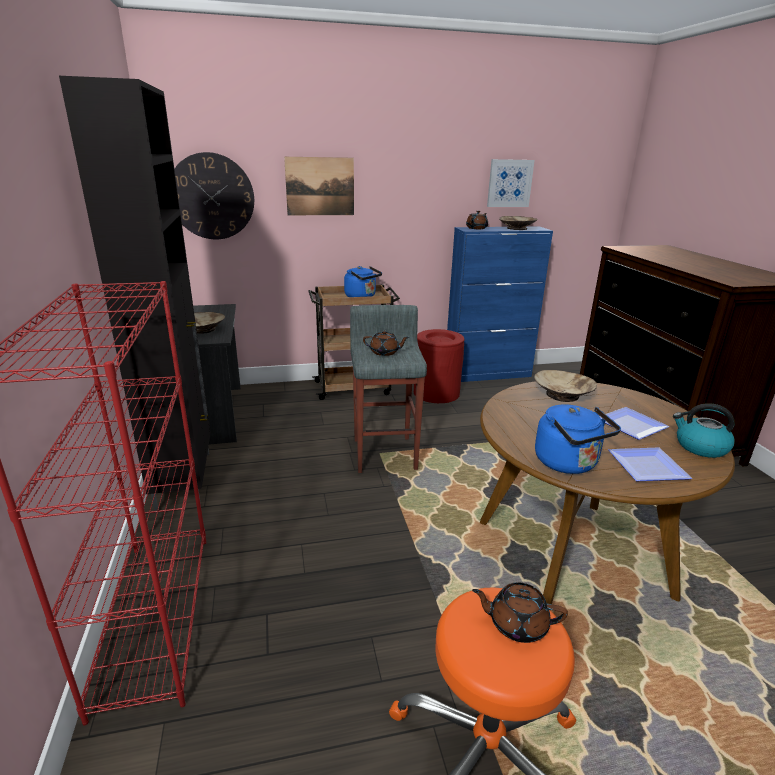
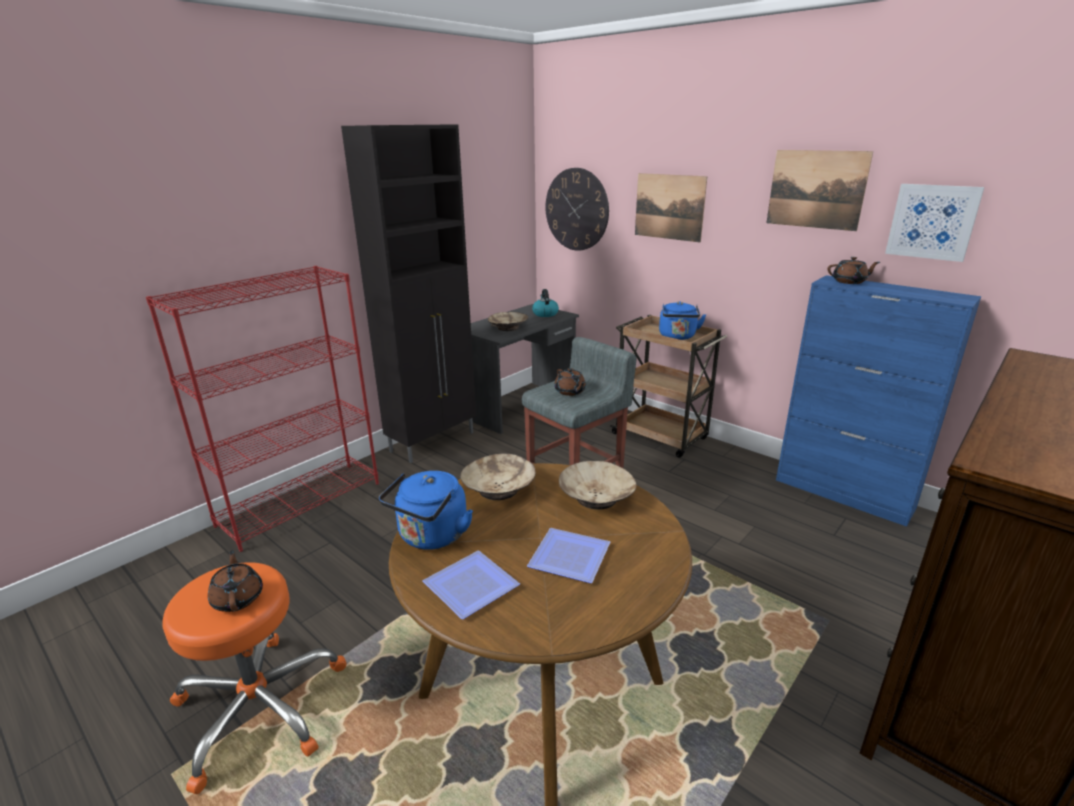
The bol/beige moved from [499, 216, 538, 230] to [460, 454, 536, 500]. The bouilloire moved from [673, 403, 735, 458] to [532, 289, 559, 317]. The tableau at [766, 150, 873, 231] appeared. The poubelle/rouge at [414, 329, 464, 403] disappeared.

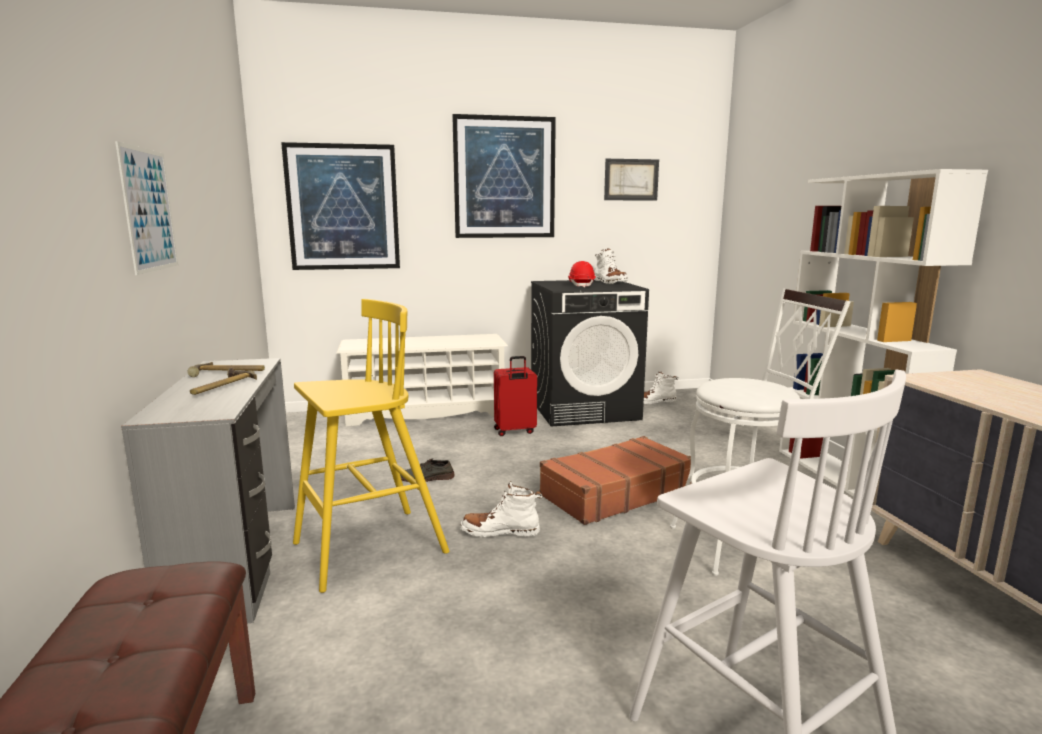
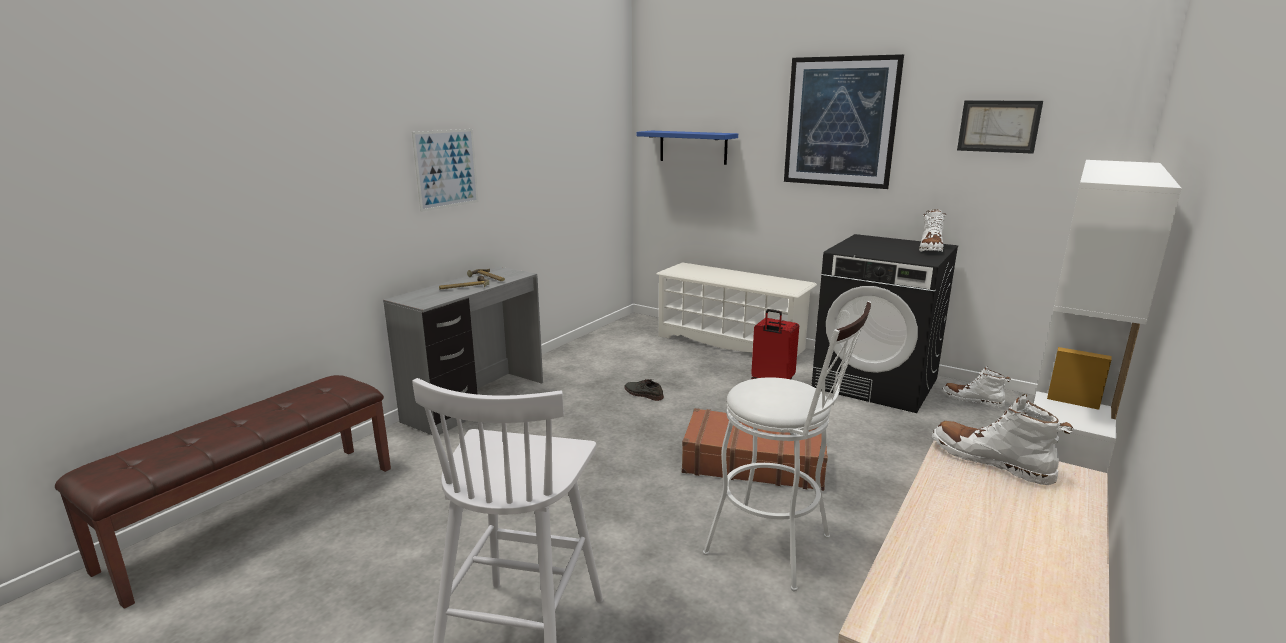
The tableau at [281, 142, 400, 270] was replaced by the étagère/bleu at [637, 131, 738, 165]. The botte/blanc moved from [460, 481, 543, 537] to [932, 394, 1074, 485]. The tabouret/jaune at [293, 299, 449, 593] disappeared. The casque de chantier/rouge at [568, 261, 596, 288] disappeared.

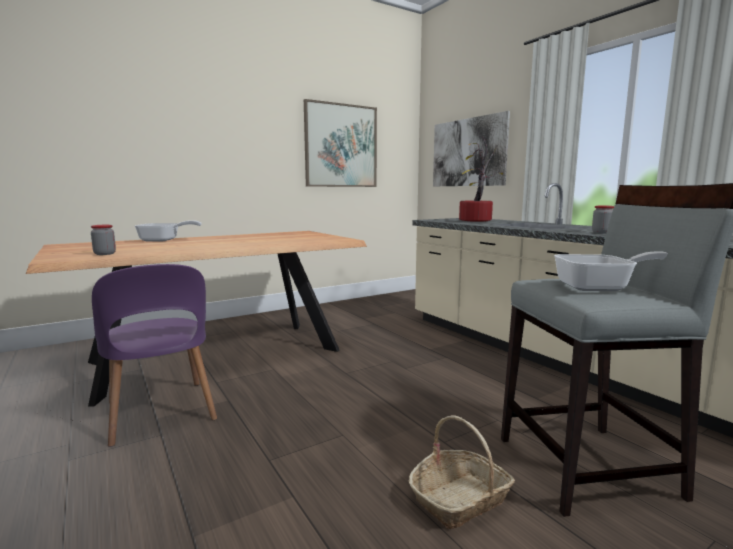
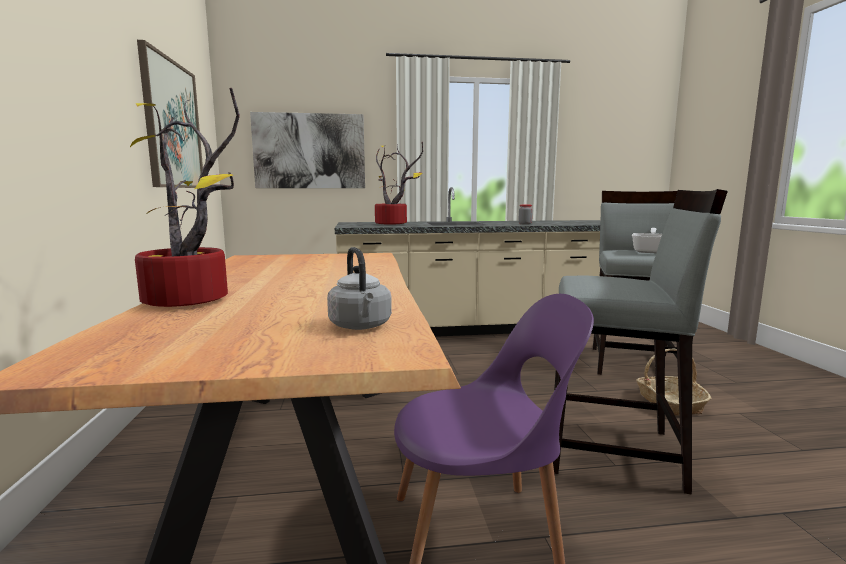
The poêle at [134, 220, 202, 241] was replaced by the plante en pot at [130, 88, 240, 307]. The bocal at [91, 225, 116, 255] was replaced by the bouilloire/gris at [327, 247, 392, 330]. The tabouret/gris at [553, 189, 728, 494] appeared.

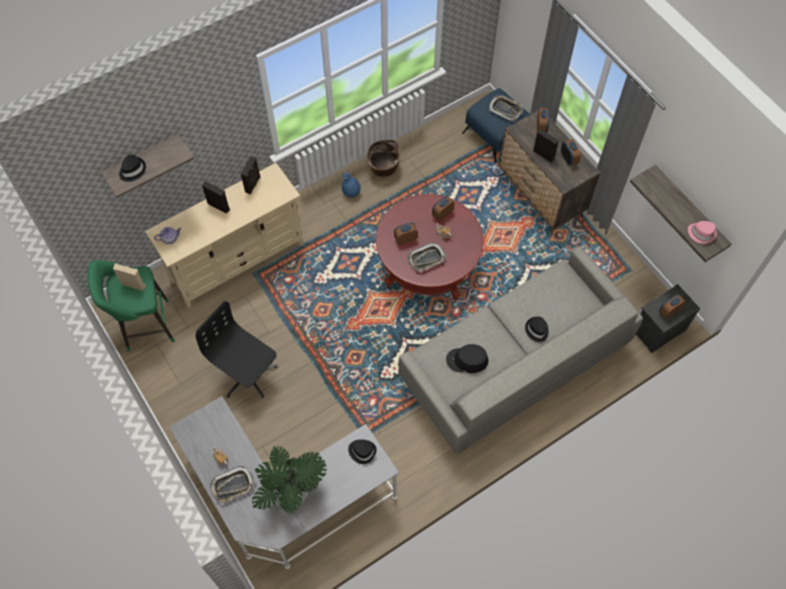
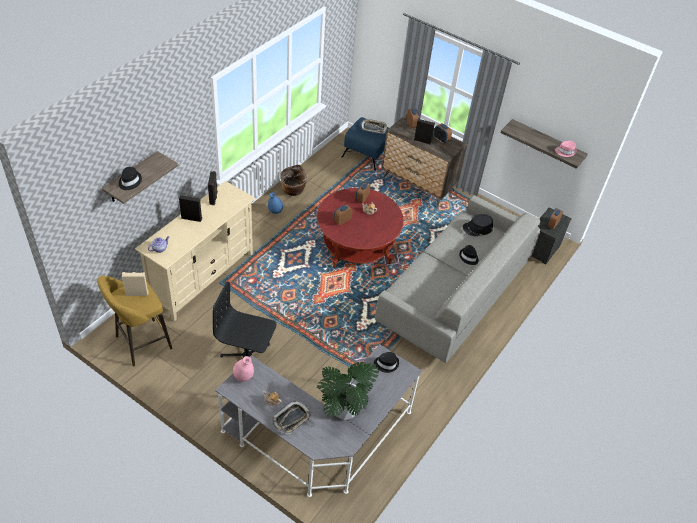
The tabouret/vert at [88, 260, 175, 351] became the tabouret/jaune at [97, 276, 173, 366]. The vase/rose at [233, 356, 254, 382] appeared. The chapeau/noir moved from [446, 344, 488, 373] to [463, 214, 493, 236]. The plateau at [408, 242, 446, 272] disappeared.

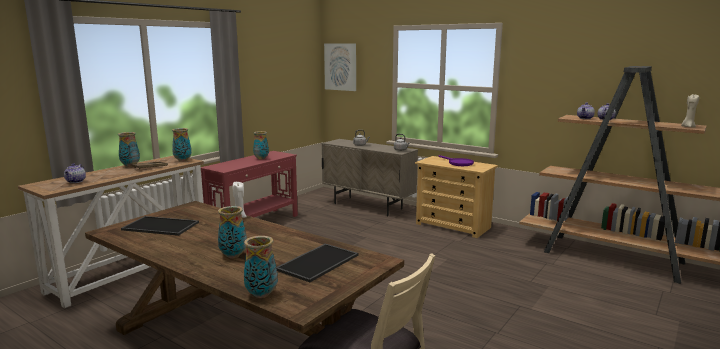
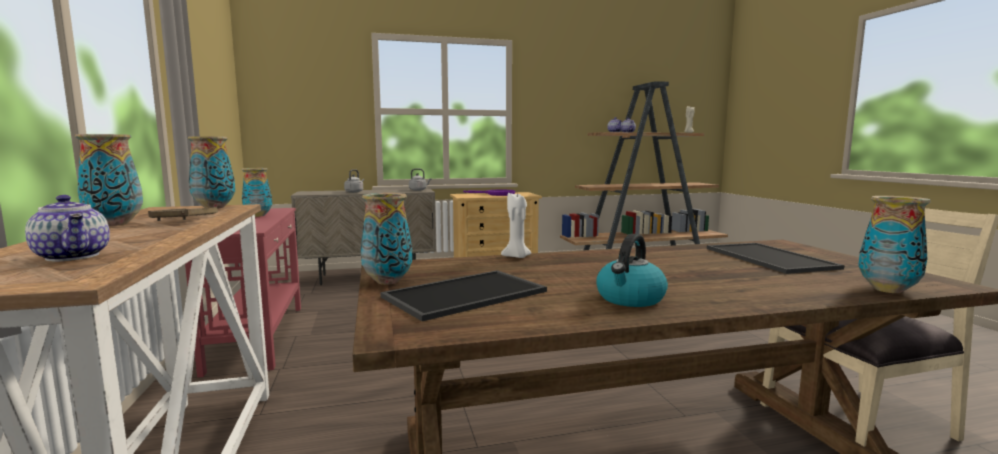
The vase moved from [218, 206, 247, 258] to [361, 193, 412, 285]. The bouilloire at [596, 234, 668, 307] appeared. The tableau at [324, 43, 356, 91] disappeared.

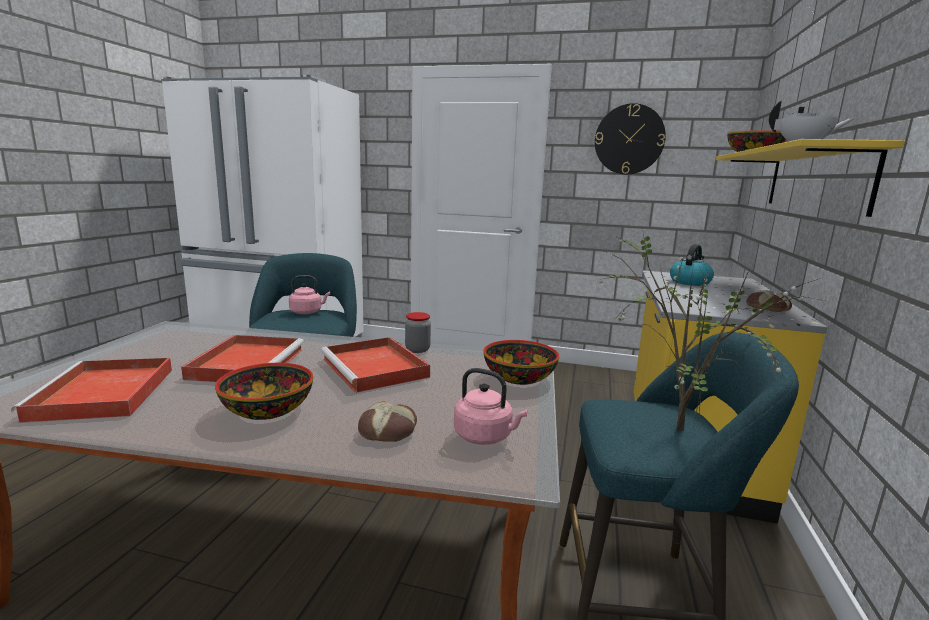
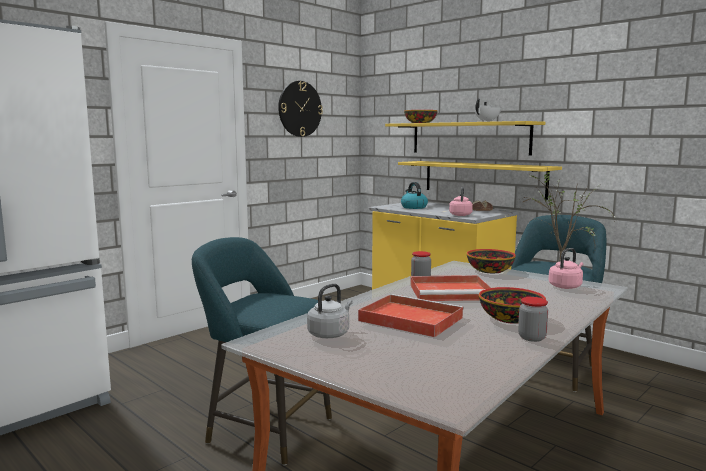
The bouilloire/gris at [307, 284, 353, 338] appeared. The étagère/jaune at [398, 161, 562, 200] appeared. The bouilloire/rose moved from [289, 275, 330, 314] to [449, 187, 473, 216]. The bocal at [518, 297, 548, 342] appeared. The plateau/rouge at [11, 358, 172, 423] disappeared. The pain at [358, 401, 417, 442] disappeared.

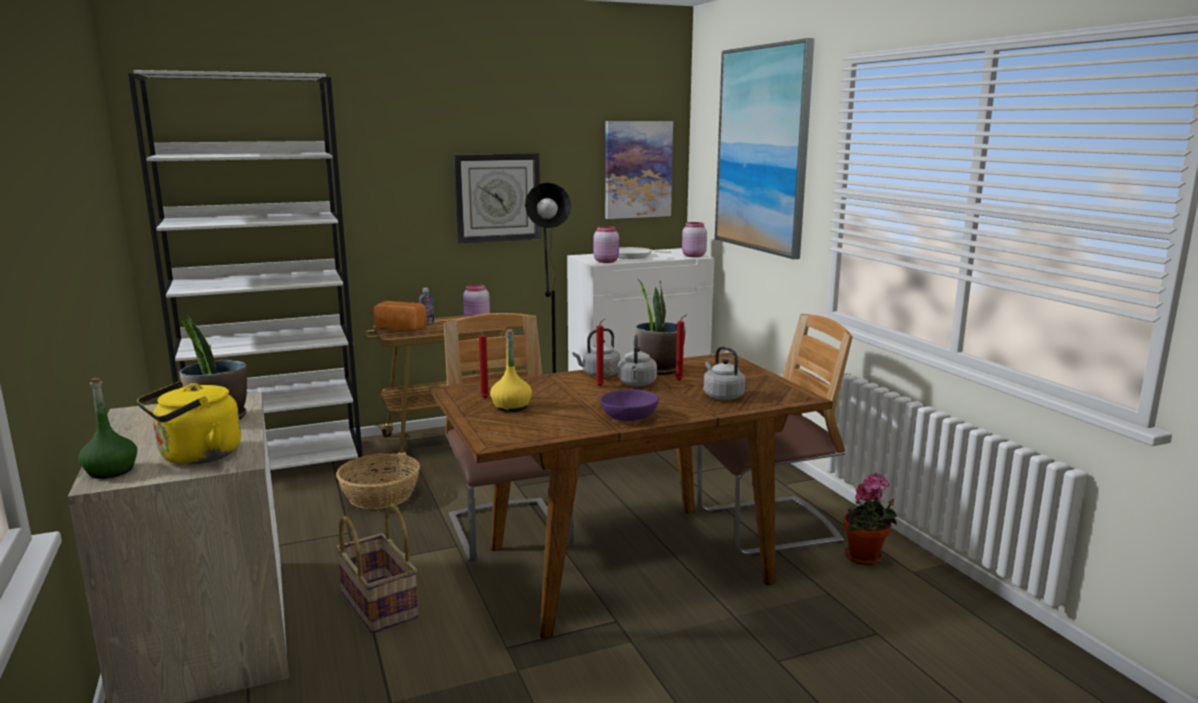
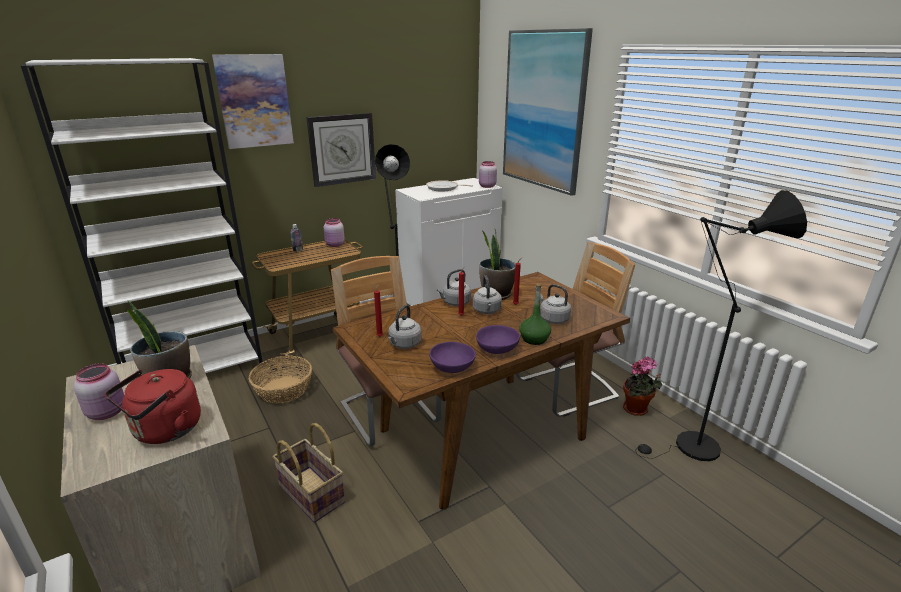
The bocal/rose moved from [594, 226, 619, 263] to [74, 363, 125, 420]. The bouilloire/jaune at [137, 381, 241, 465] became the bouilloire/rouge at [105, 369, 201, 444]. The tableau moved from [605, 121, 673, 219] to [212, 54, 294, 149]. The bouteille/jaune at [490, 329, 532, 412] was replaced by the bouilloire/gris at [388, 305, 422, 349]. The bol/violet at [429, 342, 476, 373] appeared. The bouteille/vert moved from [78, 378, 137, 479] to [519, 284, 551, 345]. The lampadaire/noir at [635, 190, 807, 461] appeared. The pain at [373, 301, 427, 330] disappeared.

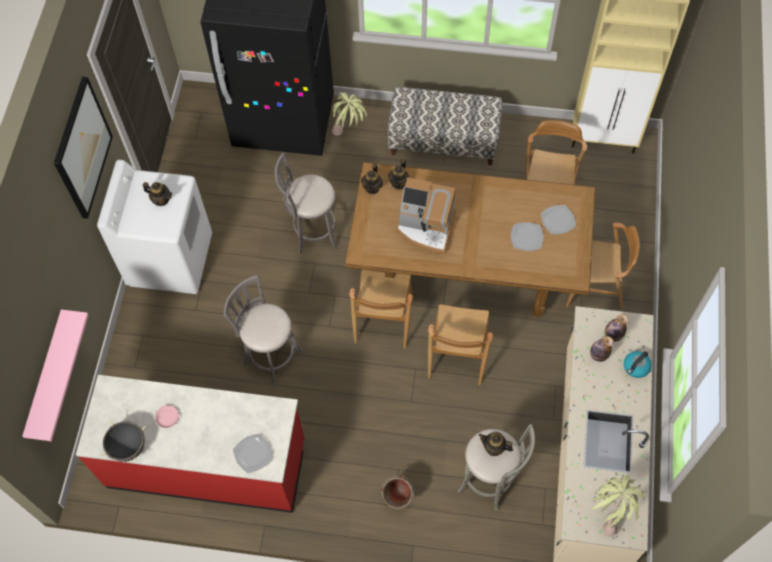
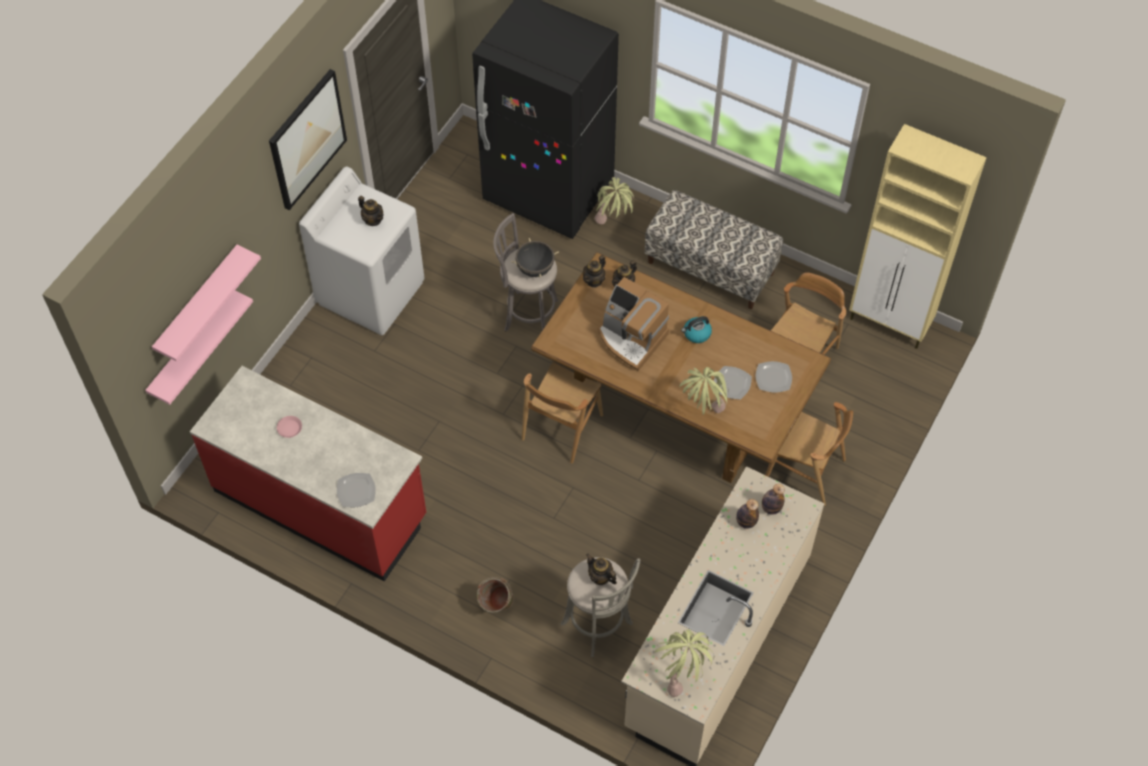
The étagère/rose at [152, 245, 261, 362] appeared. The marmite/noir moved from [101, 421, 146, 462] to [511, 238, 559, 278]. The plante en pot at [680, 367, 729, 415] appeared. The bouilloire moved from [624, 351, 652, 378] to [681, 316, 712, 343]. The tabouret/gris at [223, 275, 303, 386] disappeared. The chaise/marron at [428, 304, 493, 386] disappeared.

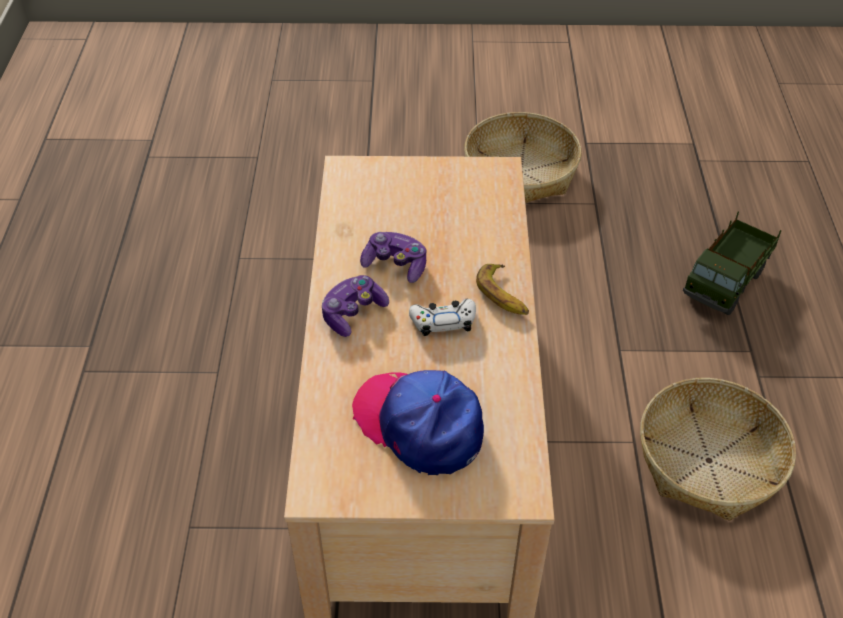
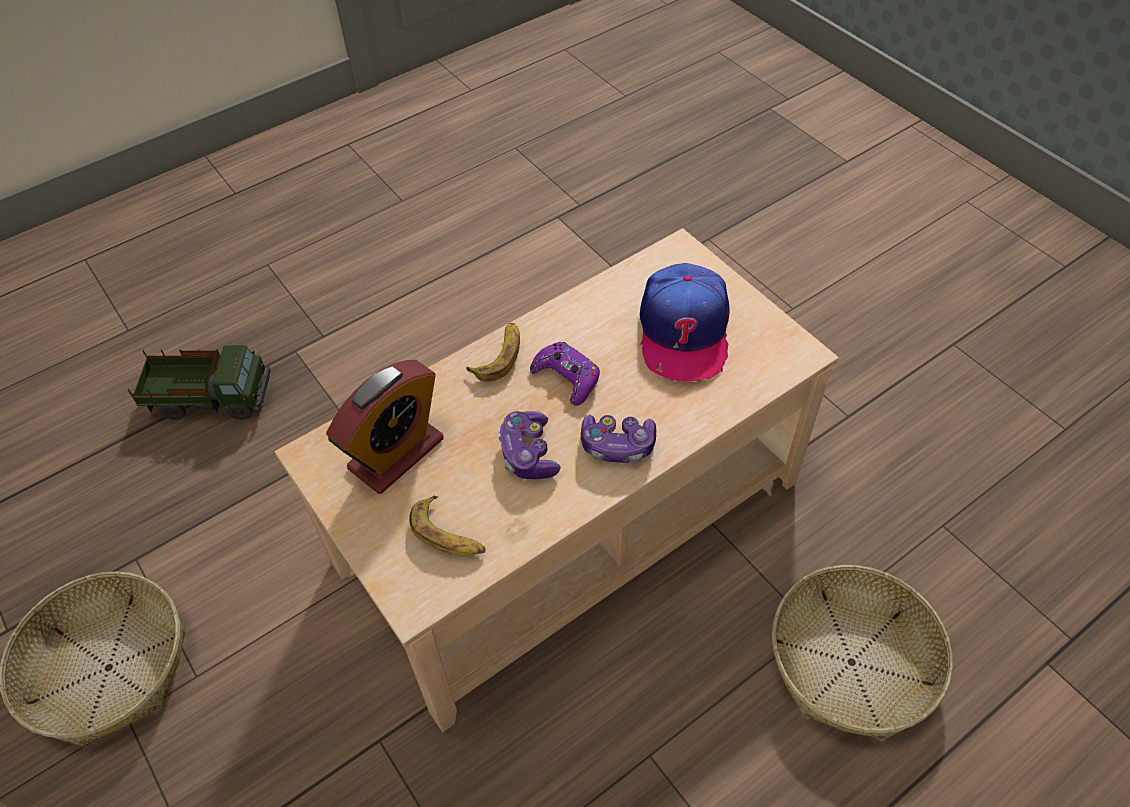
The réveil at [326, 360, 444, 494] appeared. The banane at [409, 496, 485, 556] appeared. The manette/blanc at [409, 299, 476, 336] became the manette/violet at [530, 342, 600, 406]. The panier moved from [640, 378, 796, 521] to [772, 565, 952, 740].

